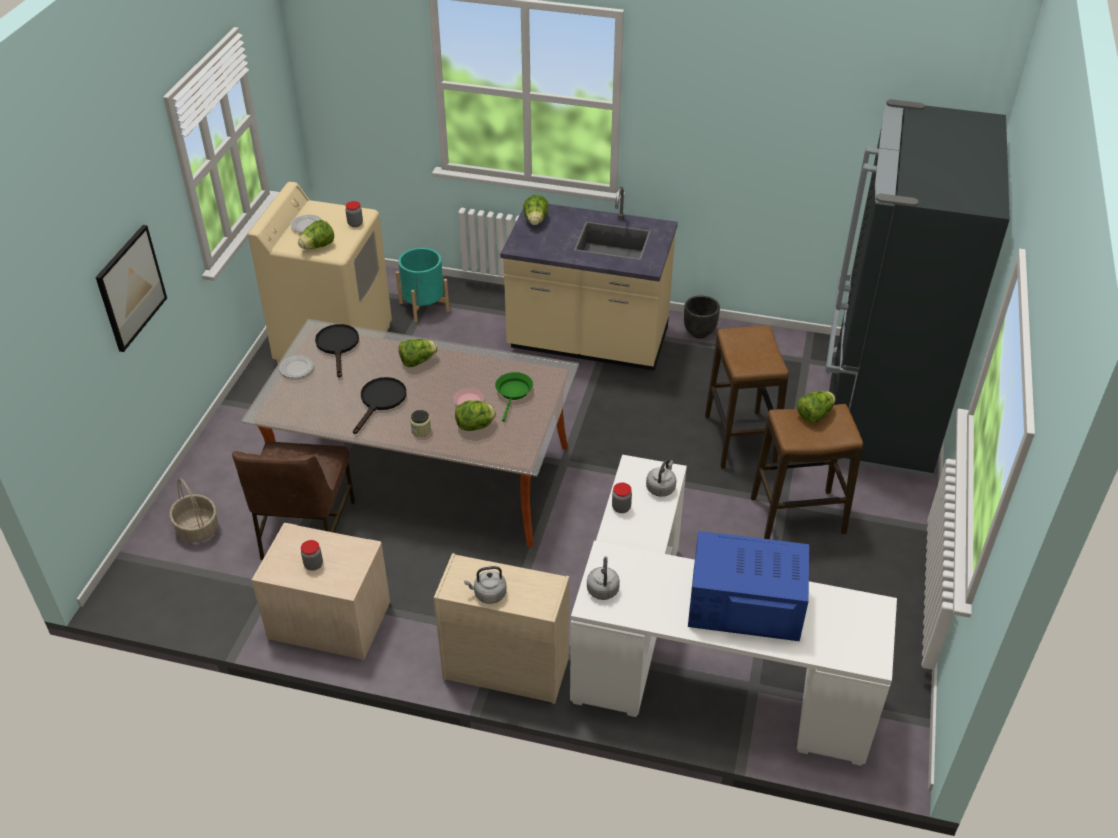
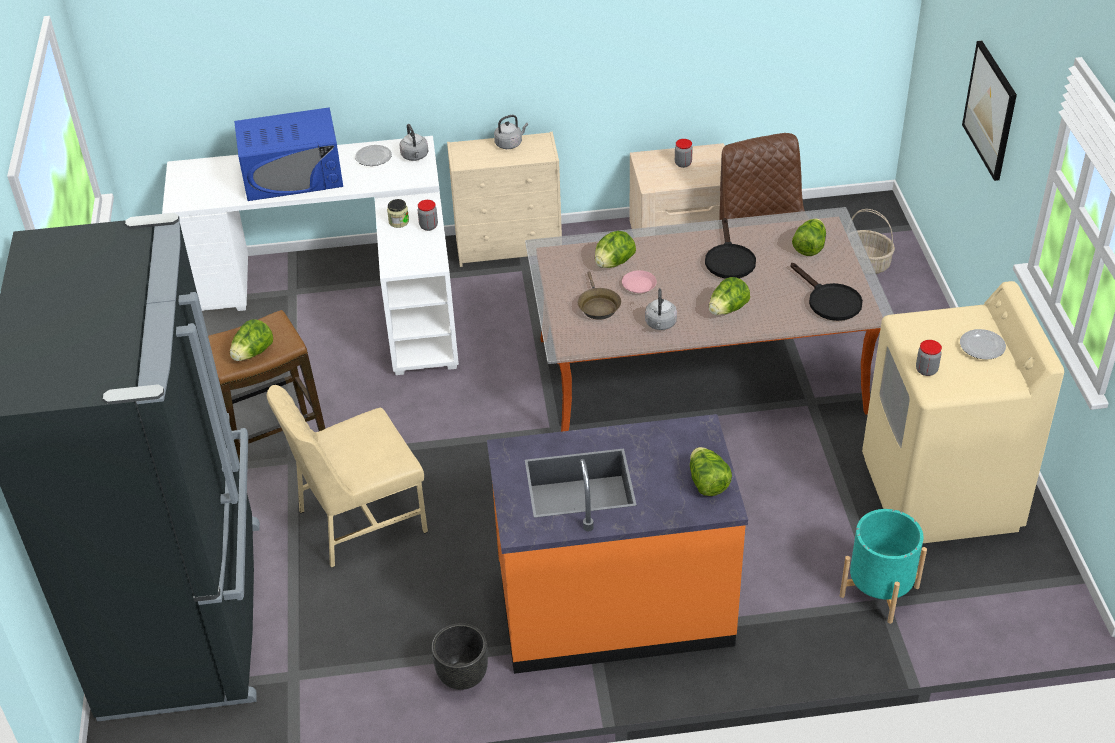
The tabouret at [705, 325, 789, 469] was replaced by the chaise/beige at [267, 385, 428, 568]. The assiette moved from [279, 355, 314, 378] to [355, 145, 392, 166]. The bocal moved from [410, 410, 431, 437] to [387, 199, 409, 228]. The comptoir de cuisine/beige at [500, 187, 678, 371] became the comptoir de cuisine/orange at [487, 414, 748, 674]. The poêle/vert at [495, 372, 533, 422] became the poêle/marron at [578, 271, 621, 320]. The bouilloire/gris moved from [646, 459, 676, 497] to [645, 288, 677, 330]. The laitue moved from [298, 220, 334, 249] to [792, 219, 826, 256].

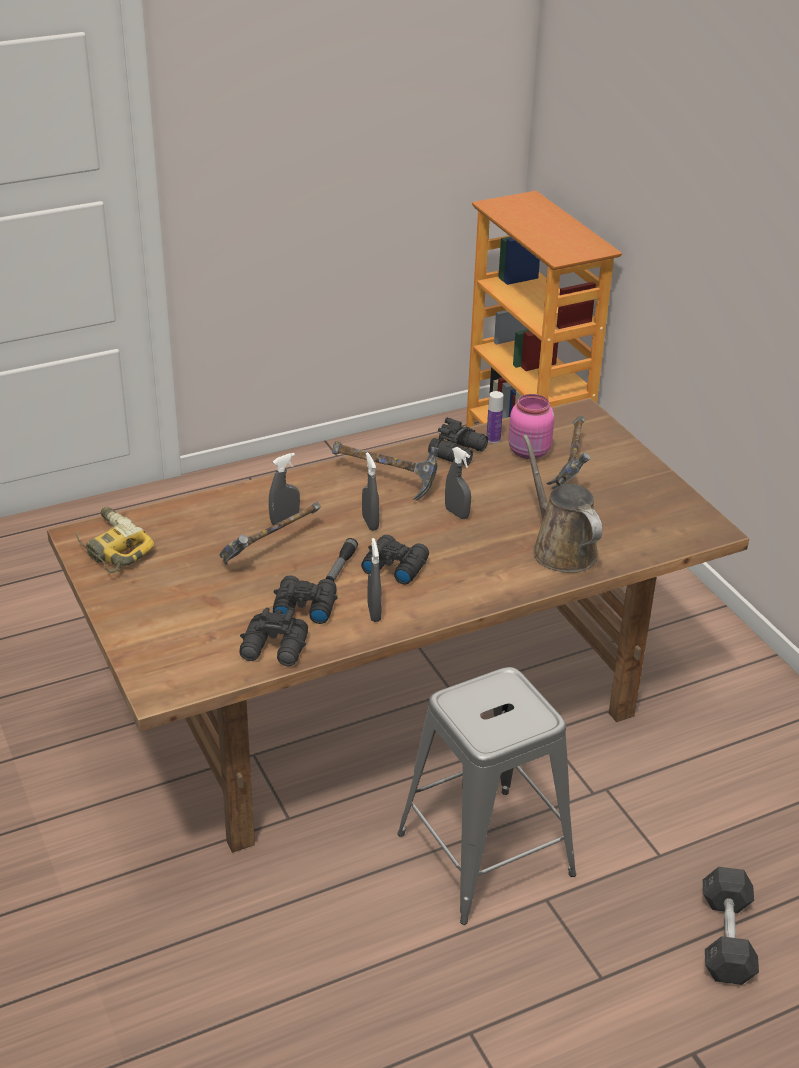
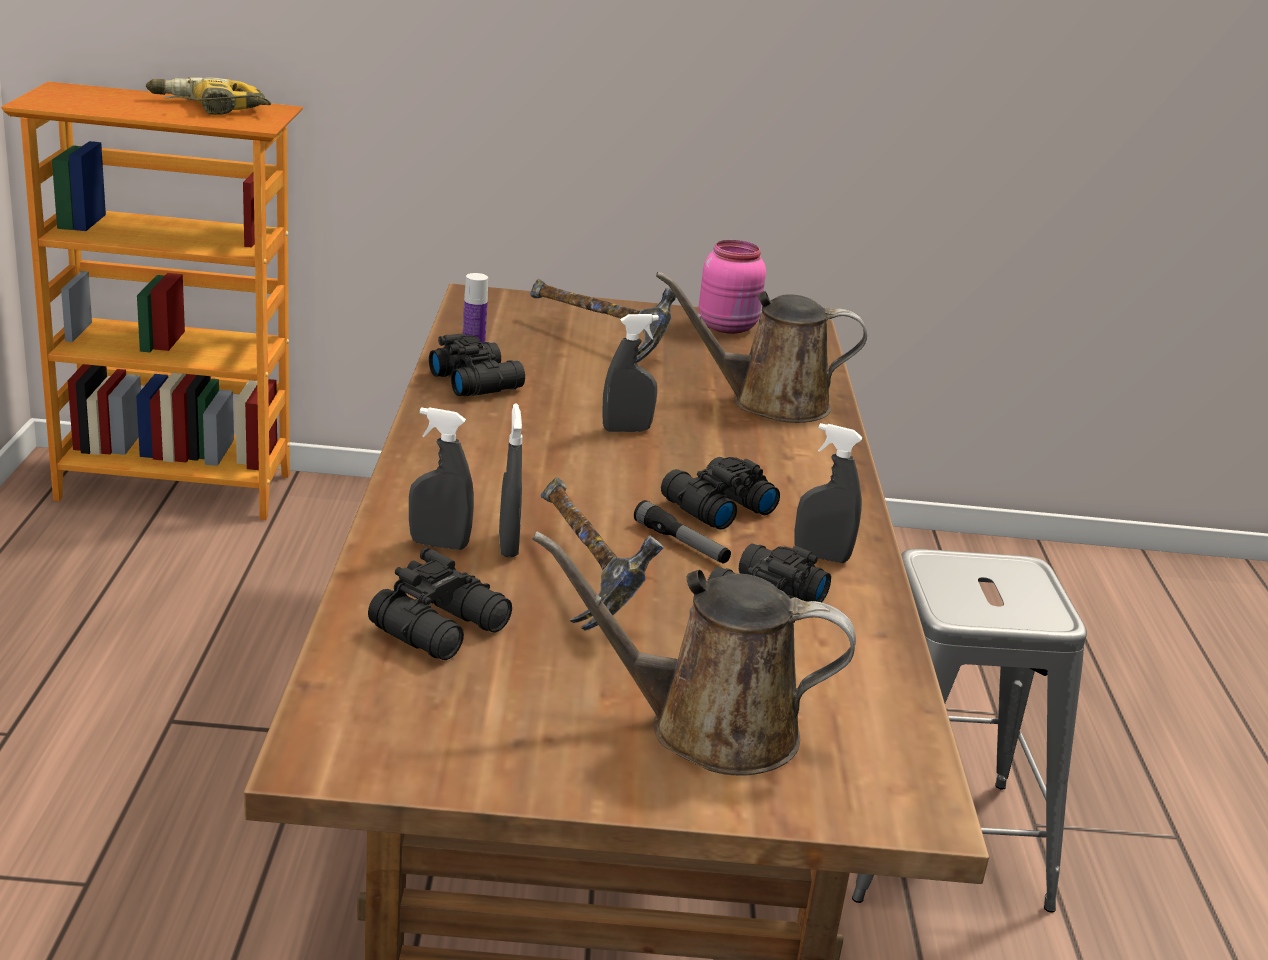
The perceuse moved from [75, 507, 154, 573] to [146, 77, 271, 115]. The jumelles/noir moved from [239, 607, 308, 666] to [368, 548, 512, 660]. The vaporisateur/gris moved from [362, 452, 379, 531] to [409, 407, 474, 550]. The arrosoir/marron at [532, 531, 856, 776] appeared. The bocal/rose moved from [508, 394, 554, 459] to [699, 240, 766, 334]. The marteau at [332, 441, 440, 500] disappeared. The haltère/gris at [703, 867, 759, 985] disappeared.

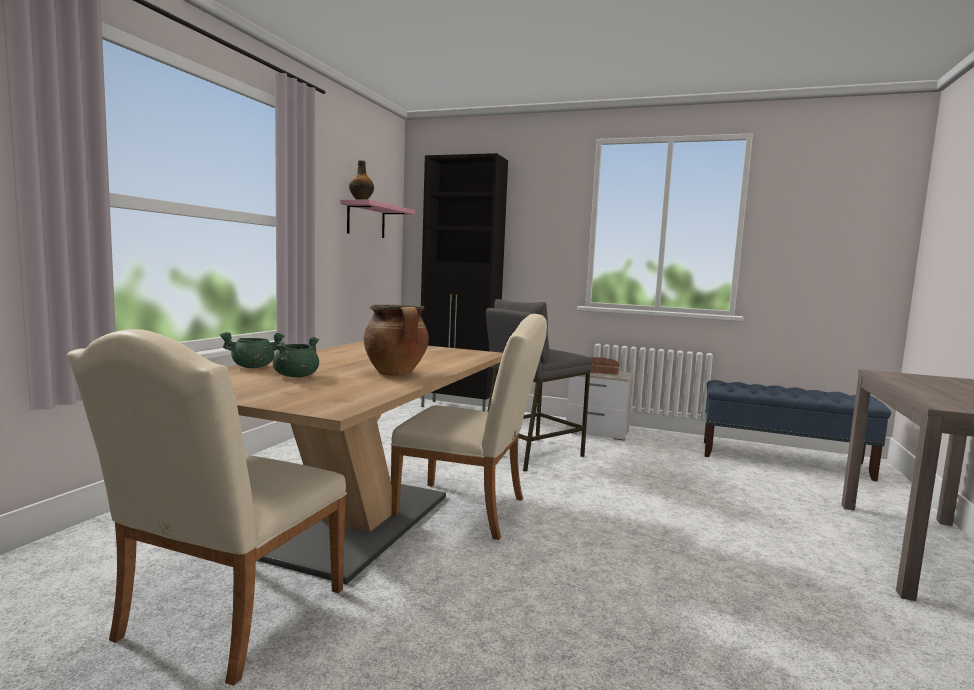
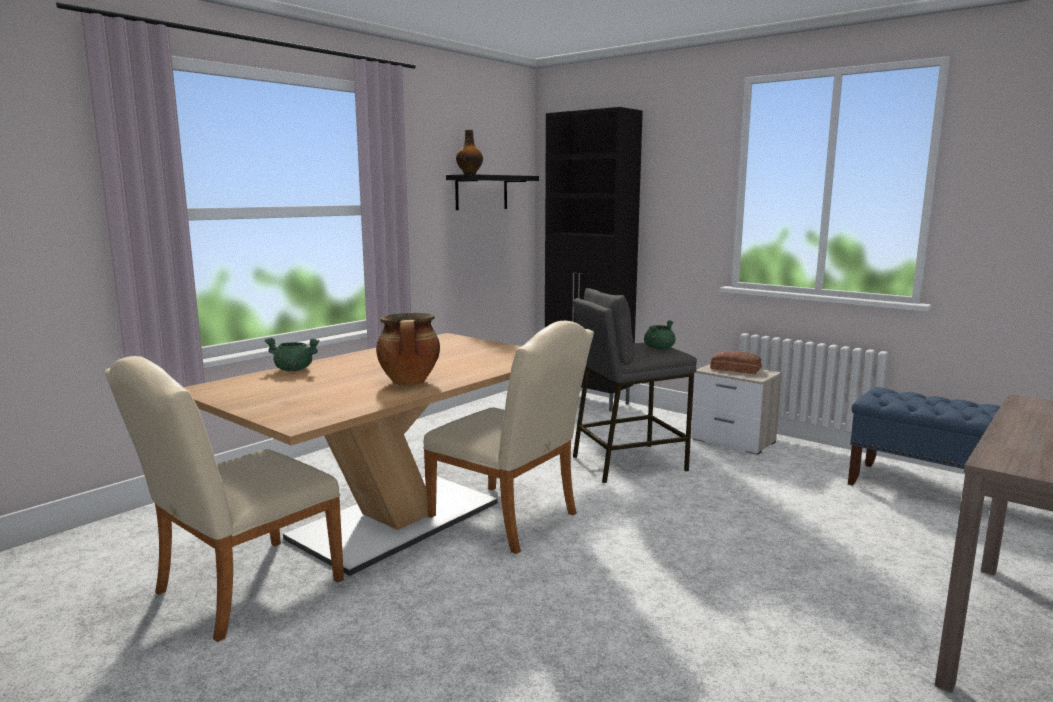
The étagère/rose at [340, 199, 415, 238] became the étagère/noir at [446, 174, 539, 210]. The marmite/vert moved from [273, 337, 319, 377] to [644, 320, 676, 349].

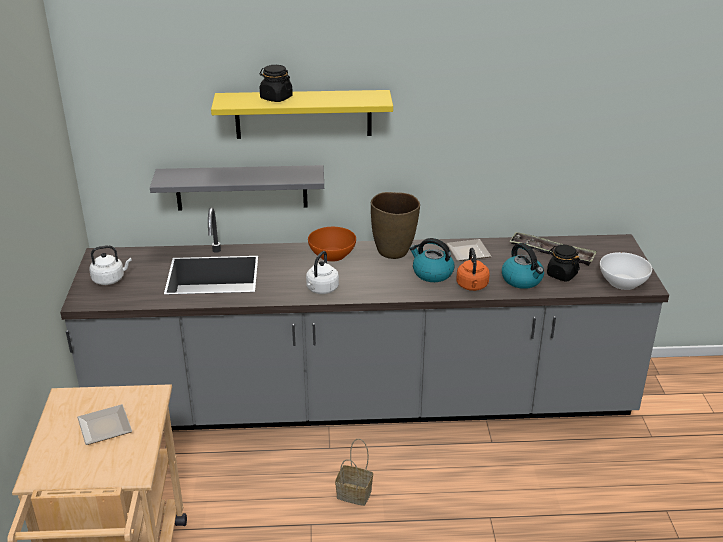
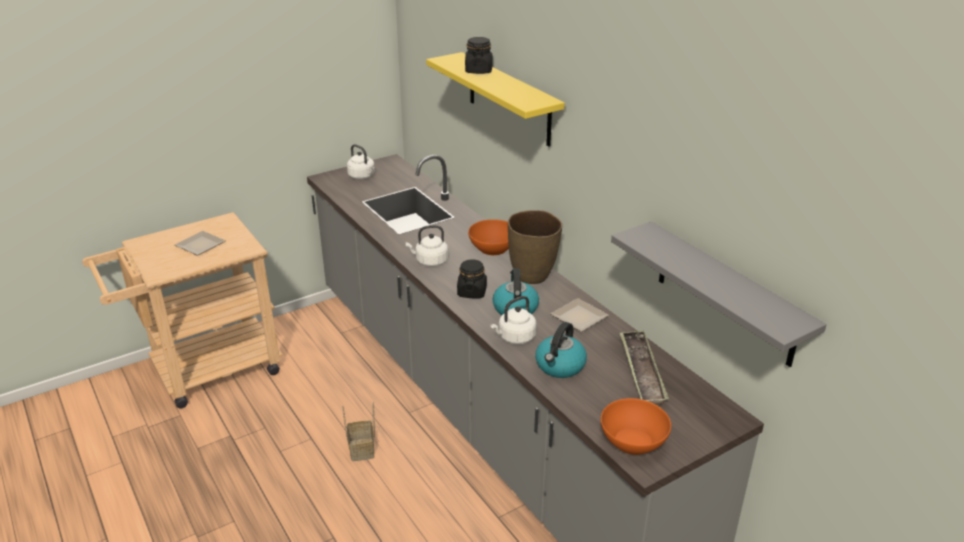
The bocal/noir moved from [547, 245, 580, 281] to [457, 260, 487, 299]. The bouilloire/orange at [456, 248, 490, 291] became the bouilloire/blanc at [491, 296, 537, 344]. The bol/blanc at [600, 252, 652, 290] became the bol/orange at [601, 398, 671, 455]. The étagère/gris moved from [150, 165, 324, 211] to [611, 222, 827, 367].

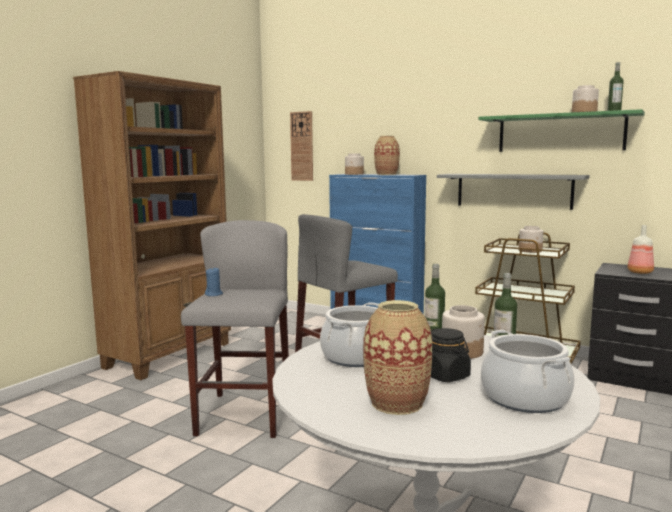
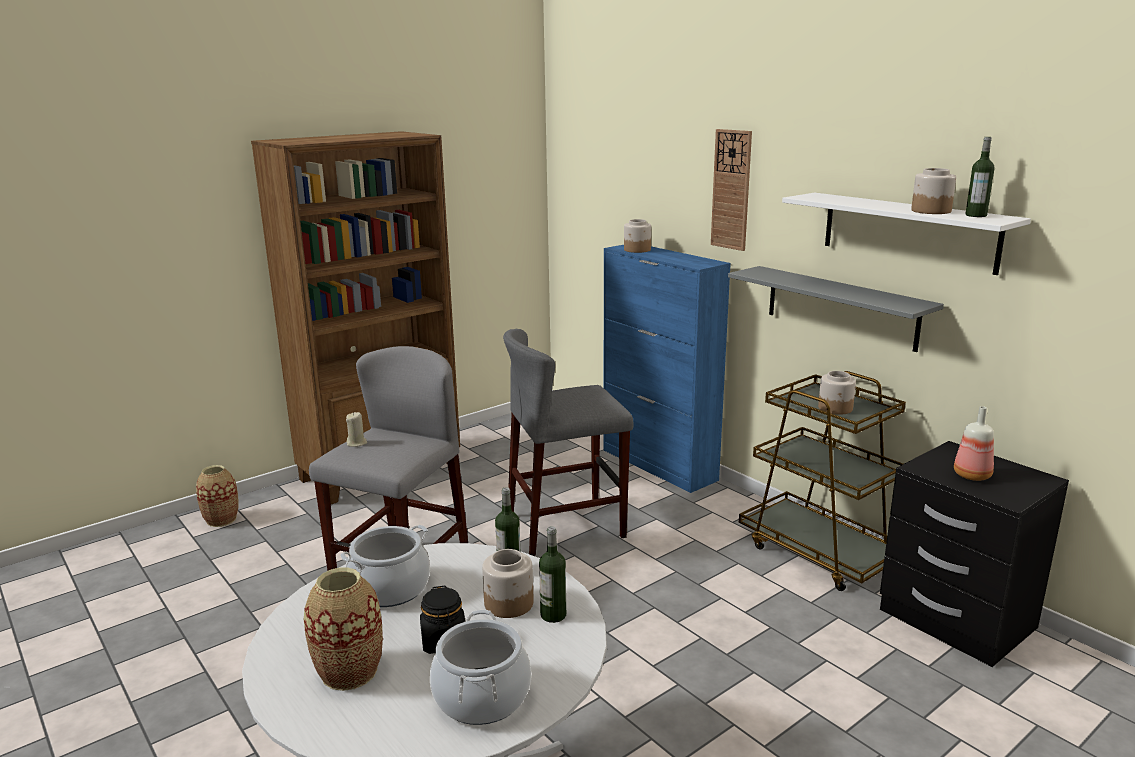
The vase moved from [374, 136, 400, 175] to [196, 465, 239, 527]. The bougie/bleu at [205, 267, 223, 296] became the bougie/beige at [346, 412, 367, 447]. The horloge murale moved from [290, 111, 313, 181] to [711, 129, 752, 251]. The étagère/vert at [479, 109, 645, 152] became the étagère/blanc at [782, 193, 1031, 275].

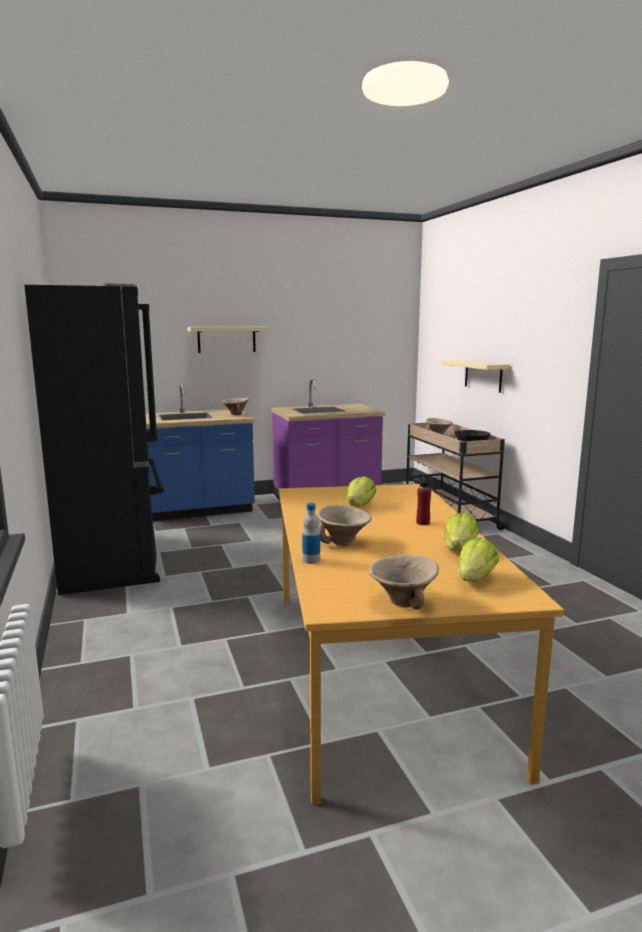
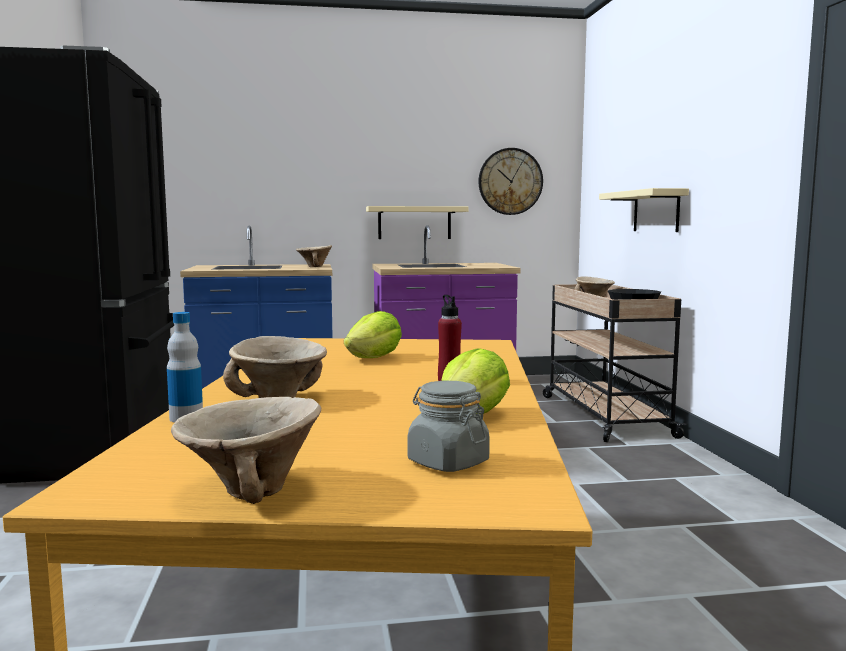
The étagère/beige moved from [187, 327, 269, 353] to [366, 206, 468, 239]. The laitue at [458, 538, 499, 582] was replaced by the bocal/gris at [407, 381, 490, 472]. The horloge murale at [479, 148, 543, 215] appeared.

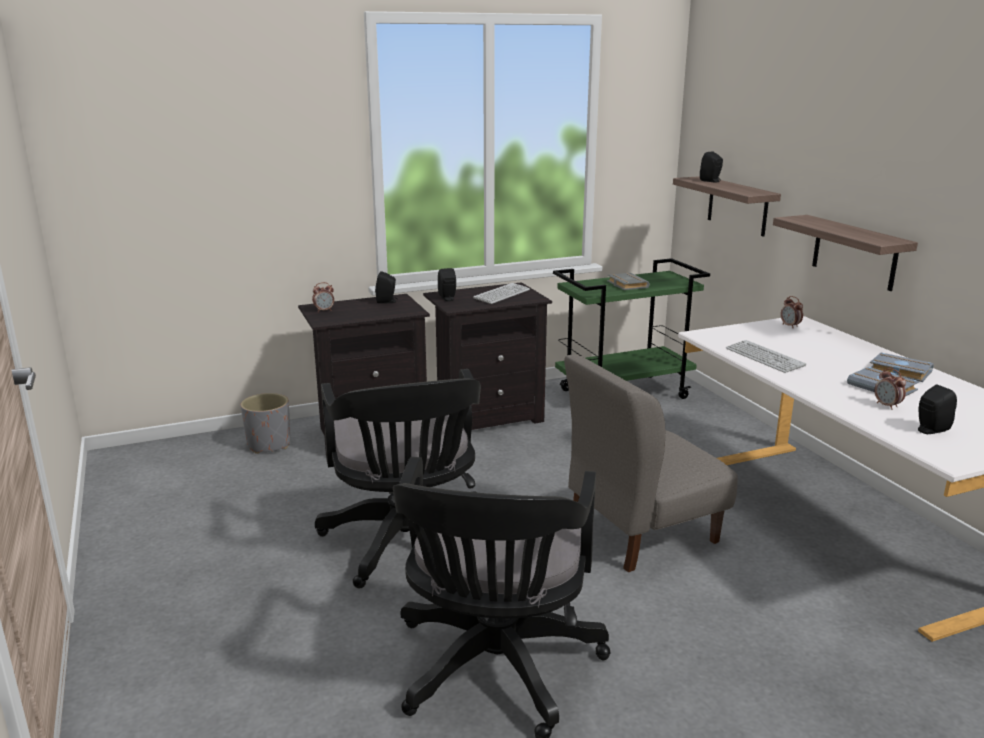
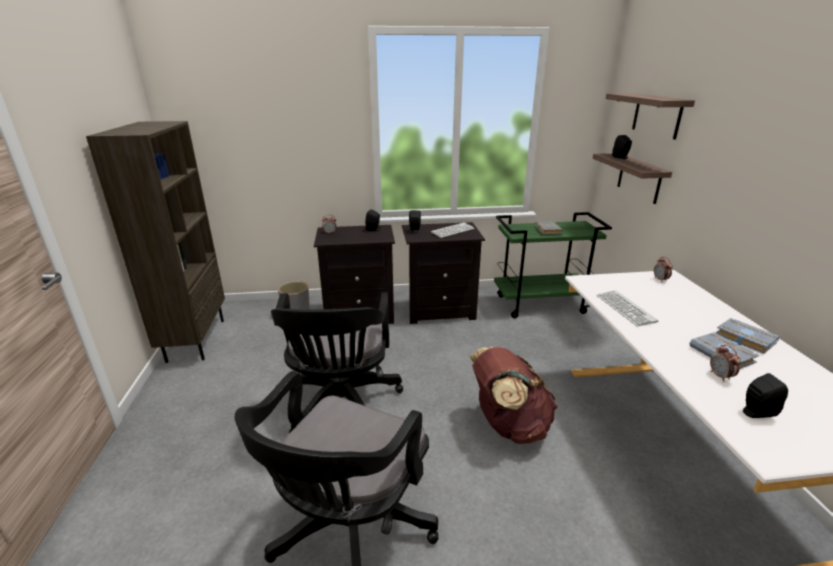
The bibliothèque/marron at [86, 121, 225, 363] appeared. The chaise/gris at [564, 355, 738, 572] was replaced by the sac à dos/marron at [470, 347, 558, 444]. The étagère moved from [773, 215, 918, 291] to [606, 93, 695, 139].

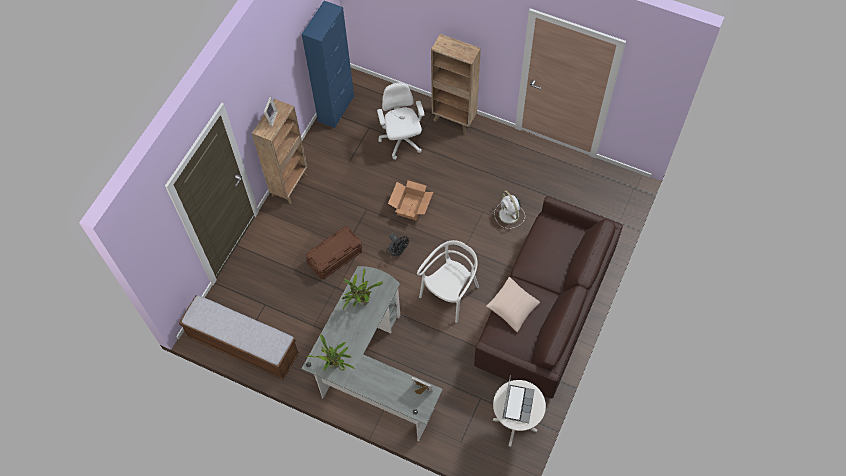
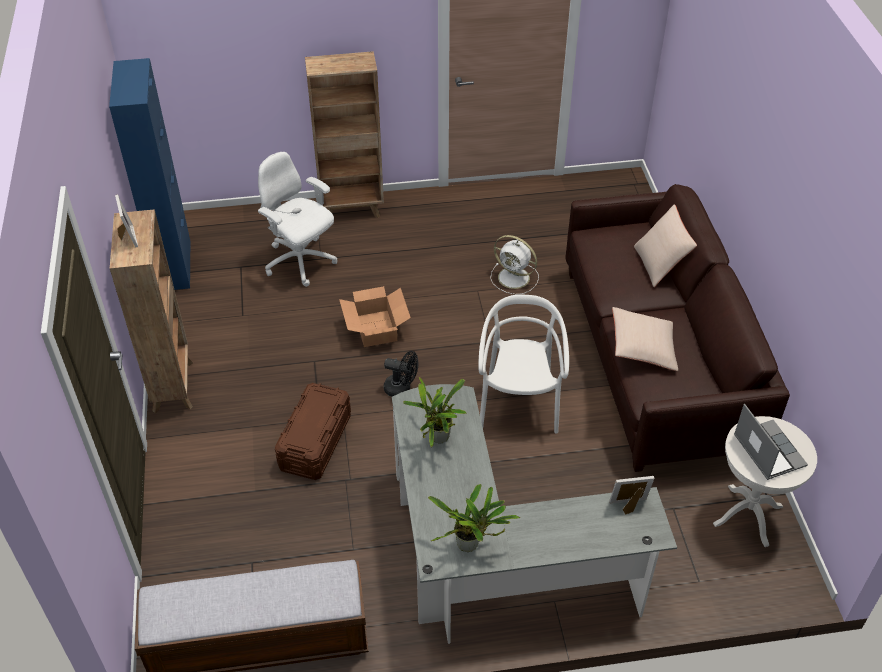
The coussin/beige at [634, 204, 697, 287] appeared.

